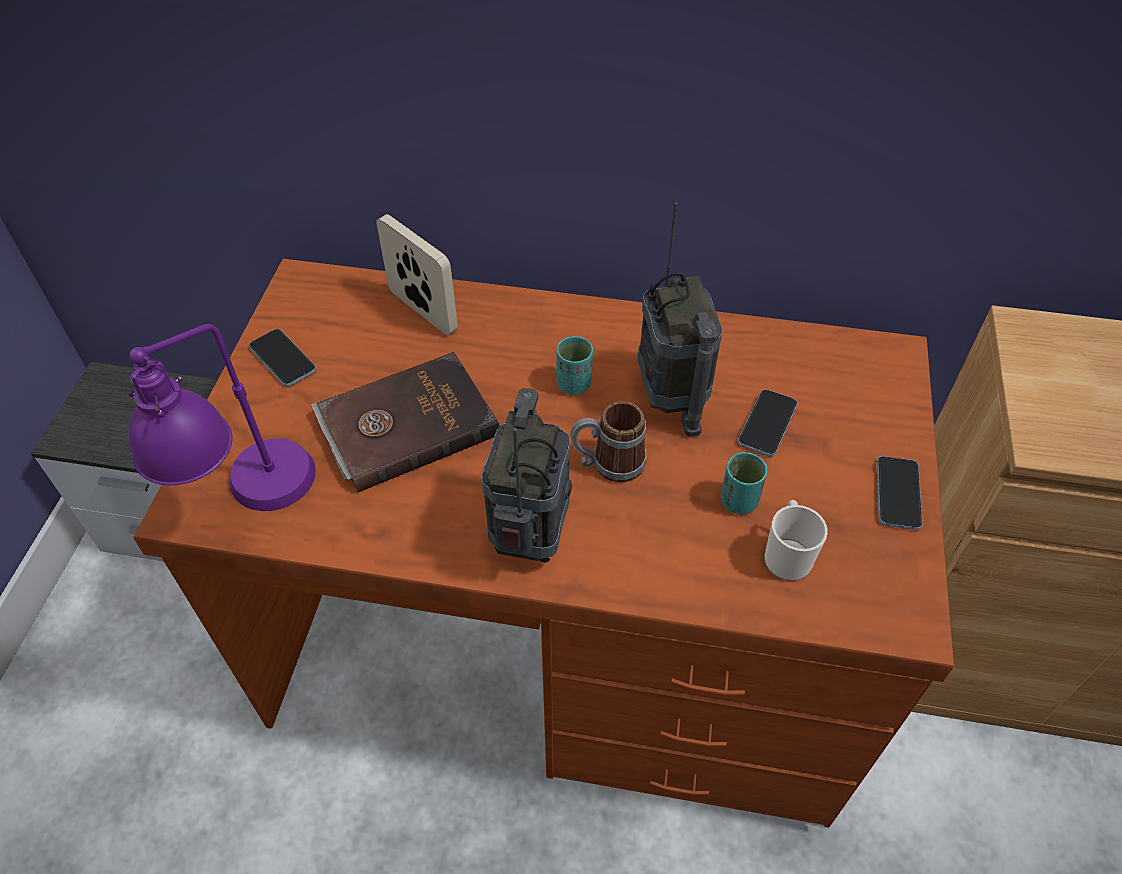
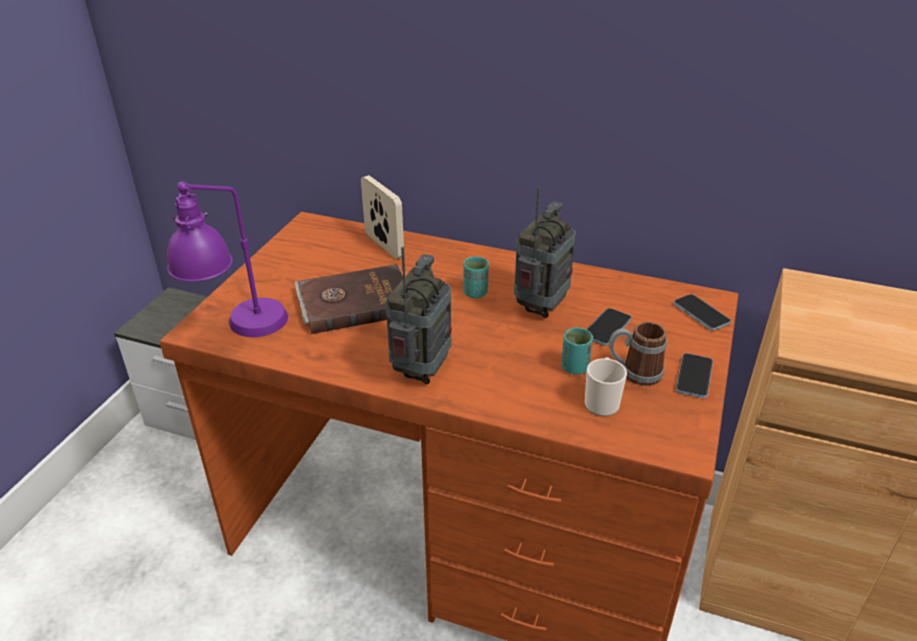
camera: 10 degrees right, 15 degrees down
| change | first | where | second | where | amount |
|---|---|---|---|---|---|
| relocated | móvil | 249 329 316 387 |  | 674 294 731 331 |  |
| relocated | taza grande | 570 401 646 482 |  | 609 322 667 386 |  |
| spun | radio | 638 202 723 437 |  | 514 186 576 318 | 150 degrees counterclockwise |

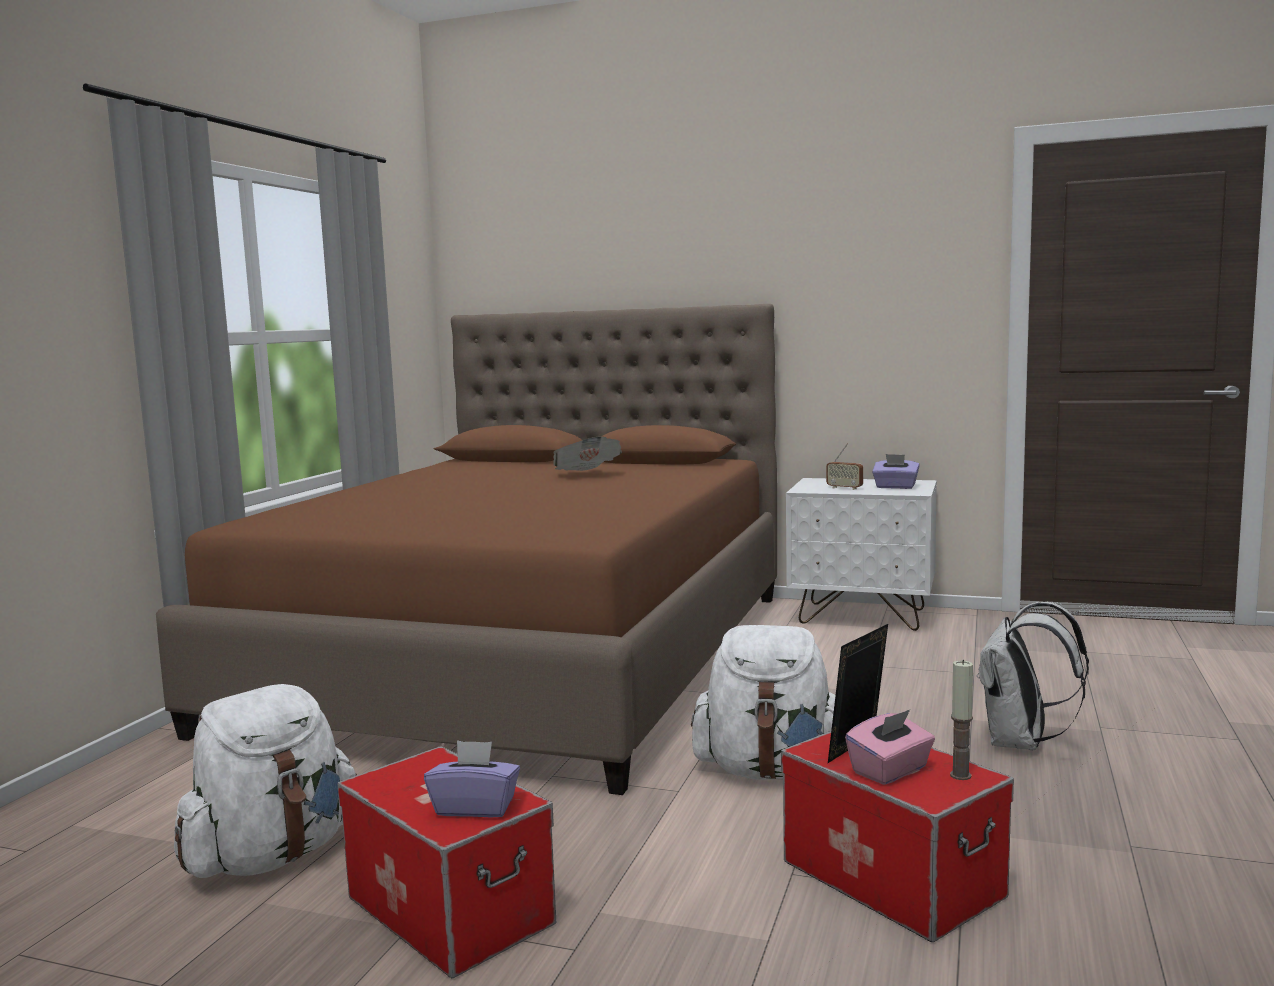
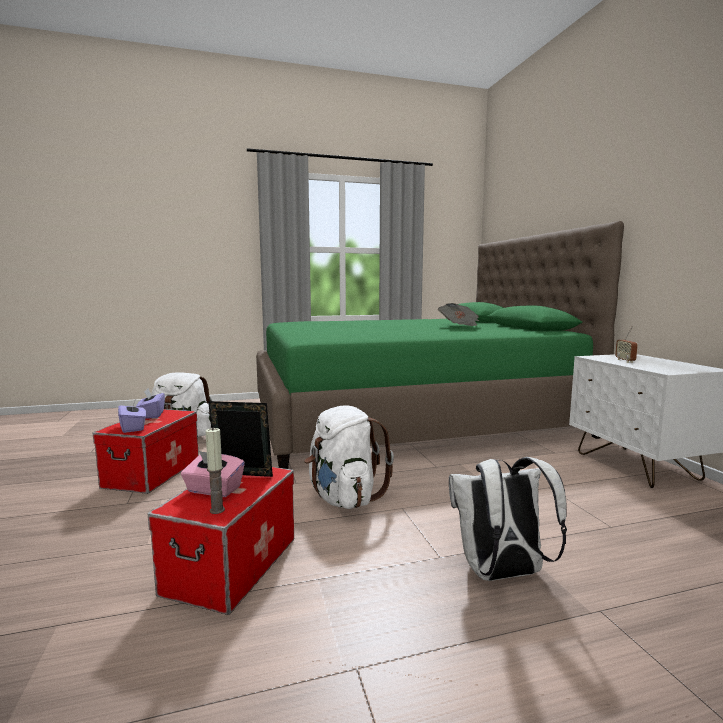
camera: 55 degrees right, 0 degrees up
| change | first | where | second | where | amount |
|---|---|---|---|---|---|
| relocated | caja de pañuelos [morado] | 872 454 920 489 |  | 136 388 165 419 |  |
| colour | cama [marrón] | 156 304 777 795 | cama [verde] | 256 221 624 469 |  |

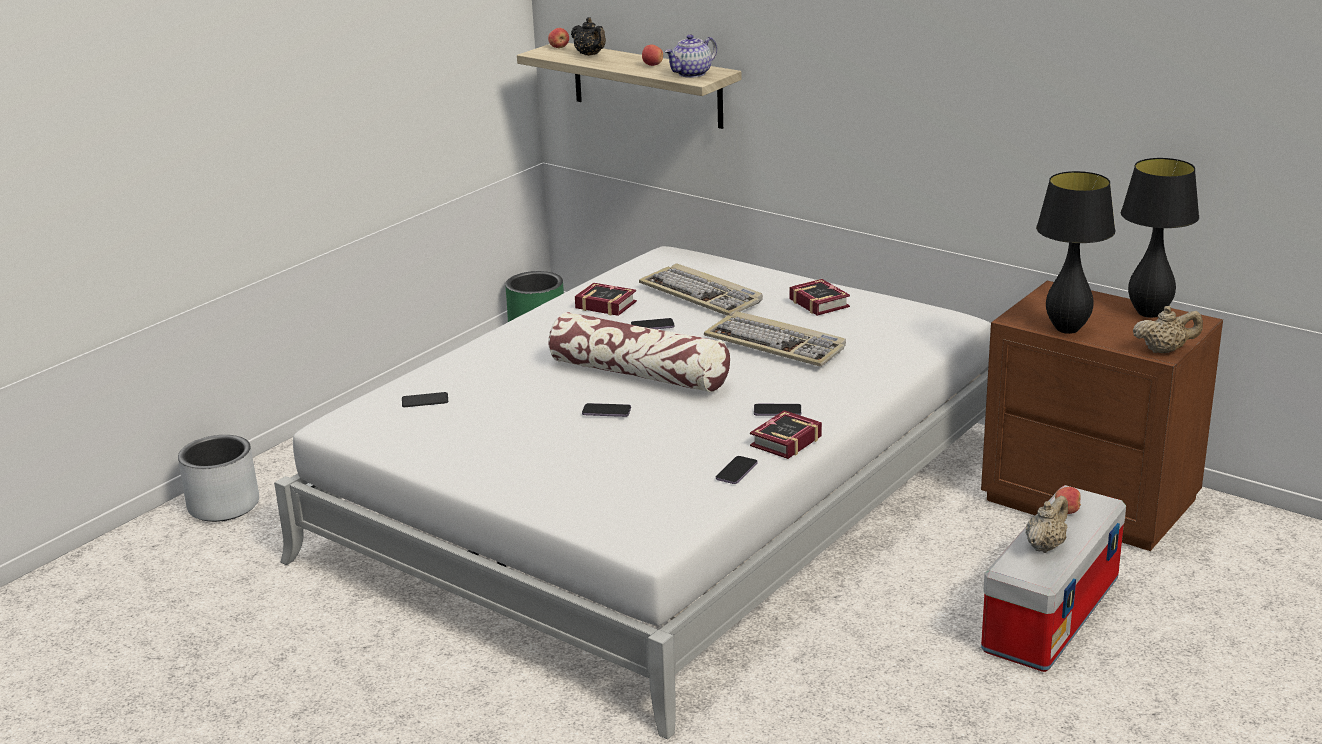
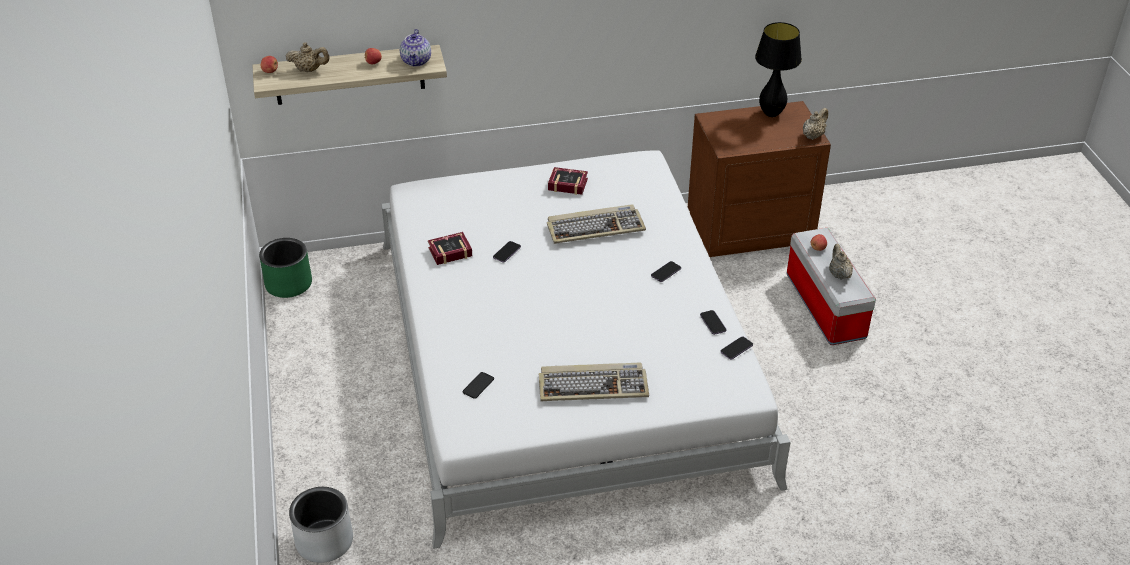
camera: 50 degrees left, 15 degrees up
| change | first | where | second | where | amount |
|---|---|---|---|---|---|
| missing | cojín | 548 312 730 393 |  |  |  |
| missing | libro | 750 410 822 459 |  |  |  |
| missing | lámpara de mesa [negro] | 1036 171 1115 334 |  |  |  |
| relocated | móvil | 582 403 631 417 |  | 720 336 753 360 |  |
| relocated | teclado | 639 263 763 316 |  | 539 363 649 401 |  |
| colour | tetera [negro] | 571 17 606 56 | tetera [beis] | 286 42 330 72 |  |

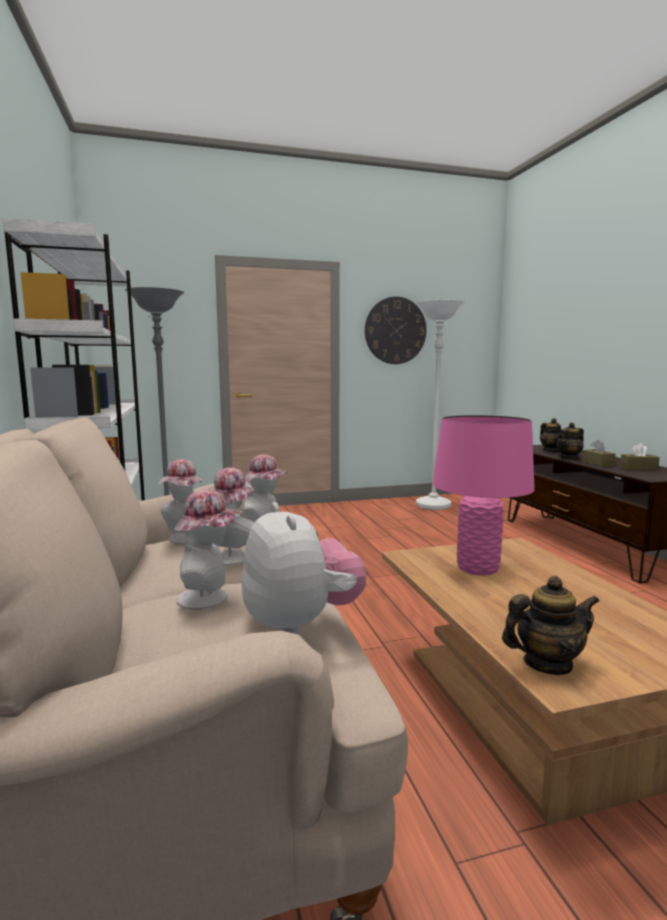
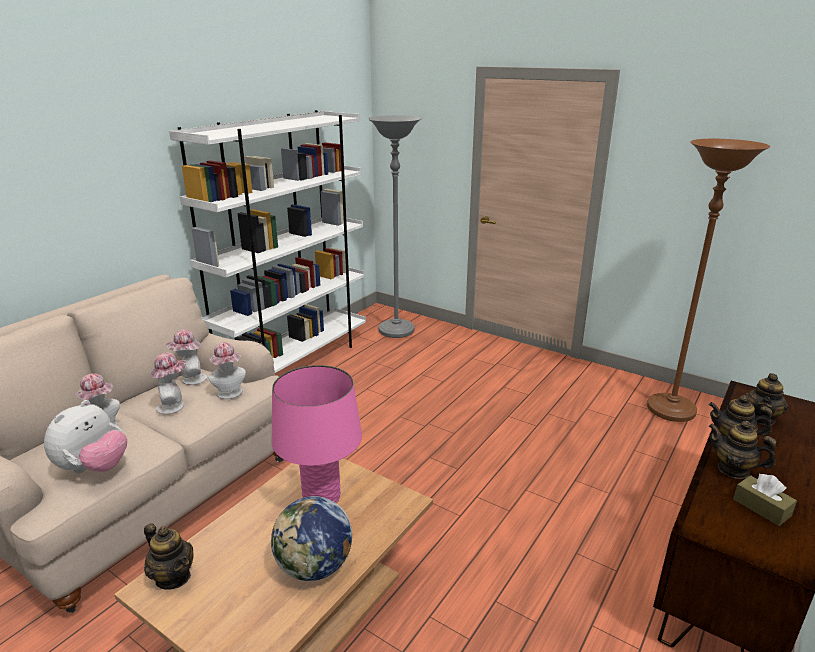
camera: 50 degrees right, 15 degrees up
| change | first | where | second | where | amount |
|---|---|---|---|---|---|
| missing | reloj de pared | 365 297 427 364 |  |  |  |
| appeared |  |  | globo terráqueo | 271 496 352 581 |  |
| exchanged | caja de pañuelos [marrón] | 582 440 616 467 | tetera | 709 421 776 479 |  |
| colour | lámpara de pie [blanco] | 416 300 465 510 | lámpara de pie [marrón] | 647 139 770 422 |  |

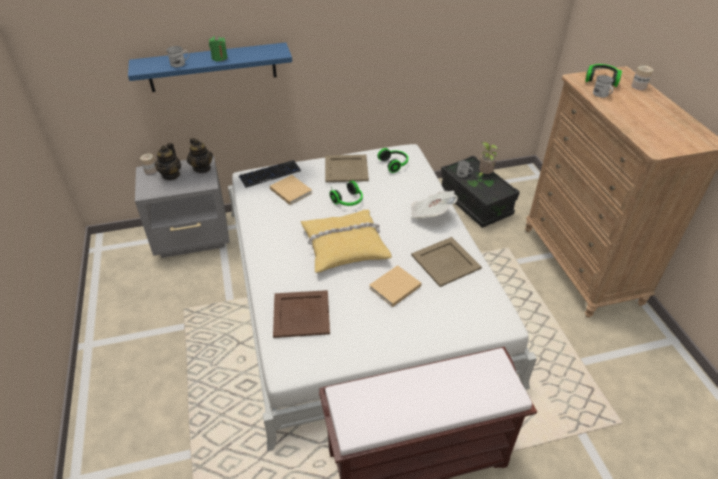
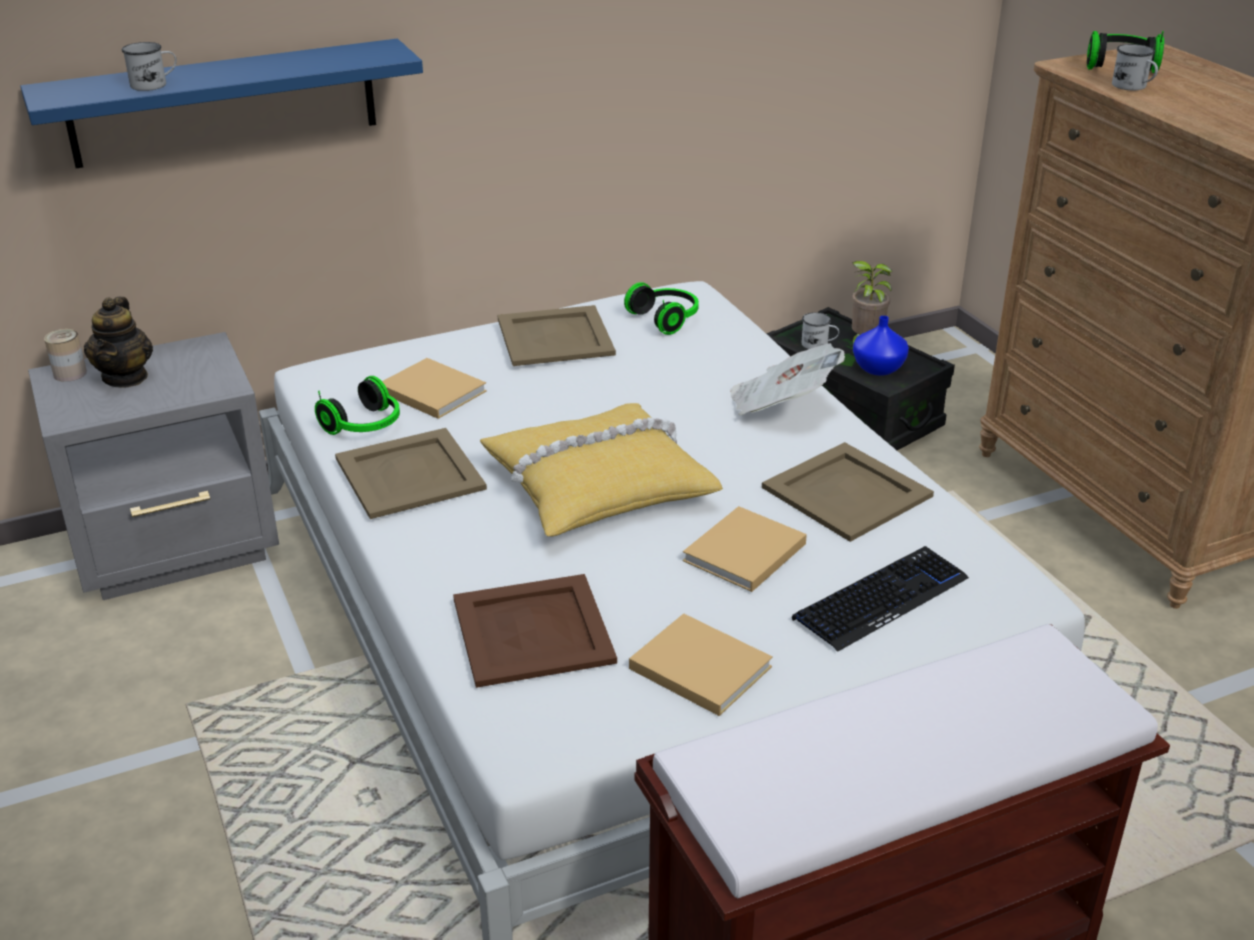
camera: 10 degrees left, 10 degrees down
| change | first | where | second | where | amount |
|---|---|---|---|---|---|
| missing | tetera | 187 138 213 173 |  |  |  |
| missing | vela [verde] | 209 36 228 61 |  |  |  |
| missing | lata | 631 65 653 90 |  |  |  |
| appeared |  |  | bandeja [beis] | 335 428 487 519 |  |
| appeared |  |  | libro [beis] | 629 613 773 716 |  |
| appeared |  |  | florero [azul] | 853 316 909 376 |  |
| relocated | teclado | 239 160 301 188 |  | 792 546 969 652 |  |
| relocated | auriculares | 329 180 363 206 |  | 315 376 400 435 |  |

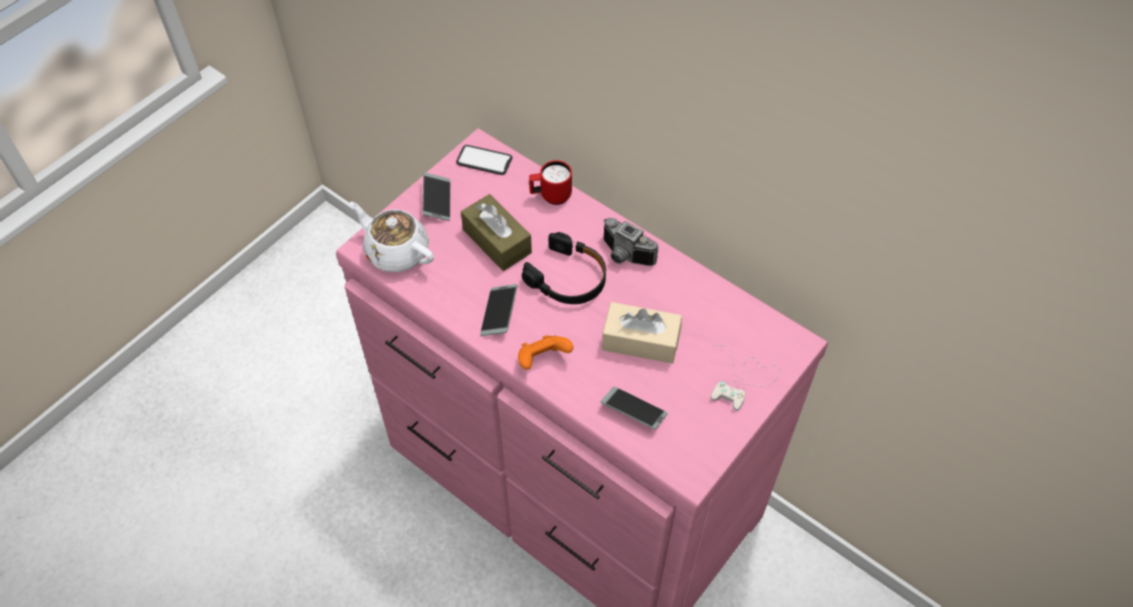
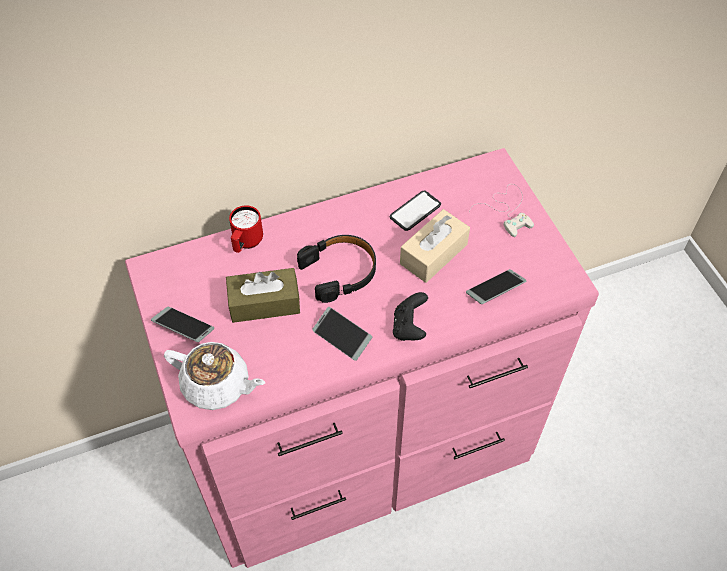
camera: 60 degrees left, 0 degrees up
| change | first | where | second | where | amount |
|---|---|---|---|---|---|
| missing | cámara | 603 218 659 266 |  |  |  |
| relocated | móvil | 456 145 512 175 |  | 390 191 441 231 |  |
| colour | mando de consola [naranja] | 518 335 573 370 | mando de consola [negro] | 393 292 428 341 |  |
| spun | tetera [blanco] | 350 202 434 272 |  | 164 342 265 410 | 135 degrees counterclockwise |

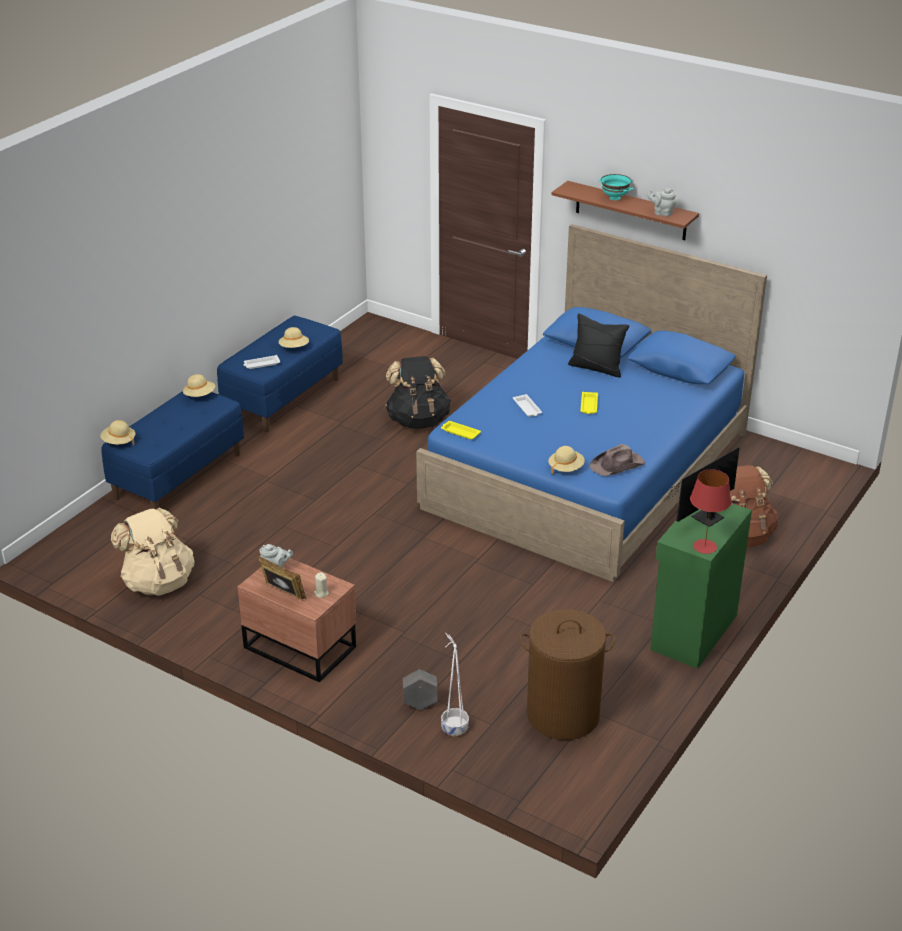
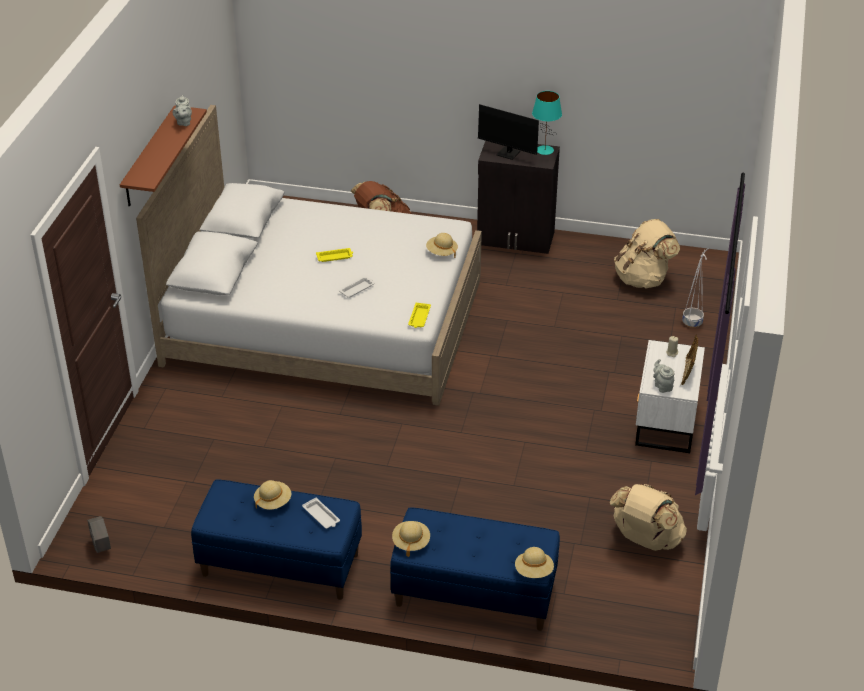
camera: 110 degrees left, 5 degrees up
| change | first | where | second | where | amount |
|---|---|---|---|---|---|
| missing | mochila [negro] | 385 356 451 429 |  |  |  |
| missing | cojín [negro] | 568 313 629 377 |  |  |  |
| missing | sombrero [marrón] | 589 444 645 476 |  |  |  |
| missing | cuenco [turquesa] | 599 174 633 200 |  |  |  |
| relocated | maceta [gris] | 403 669 438 710 |  | 87 516 111 553 |  |
| exchanged | cesto de la ropa [marrón] | 520 609 615 740 | mochila [beis] | 614 219 680 288 |  |
| colour | mesita de noche [marrón] | 237 558 357 682 | mesita de noche [blanco] | 635 340 705 453 |  |
| colour | cama [azul] | 416 224 767 582 | cama [blanco] | 136 105 482 406 |  |
| colour | armario [verde] | 650 503 752 669 | armario [negro] | 477 141 560 254 |  |
| colour | lámpara de mesa [rojo] | 690 469 731 554 | lámpara de mesa [turquesa] | 532 91 562 155 |  |

